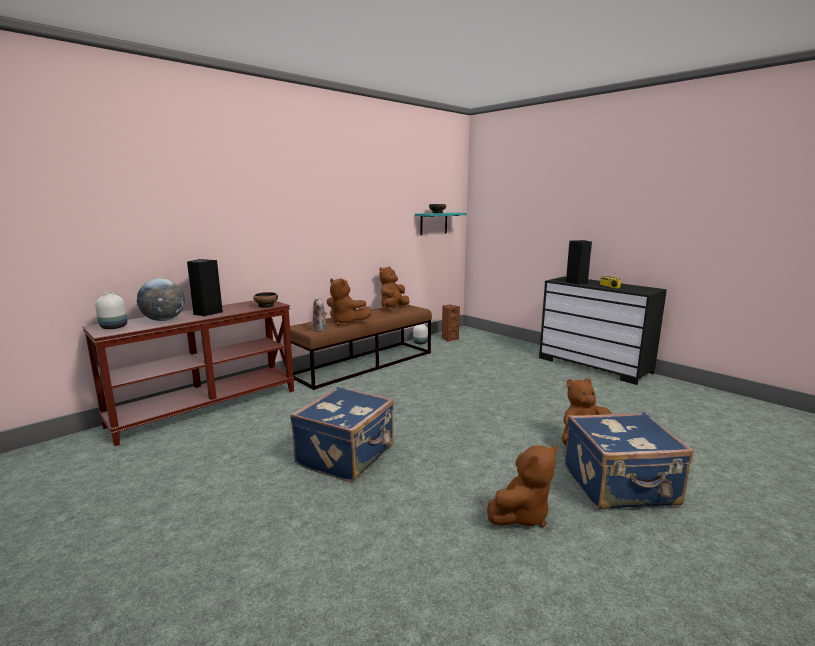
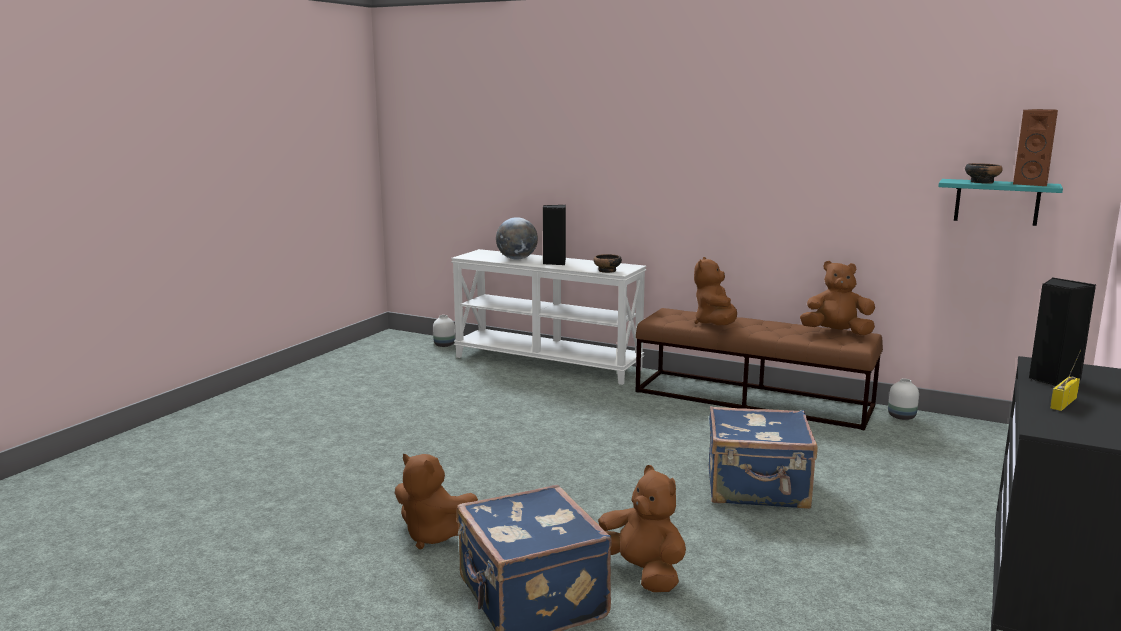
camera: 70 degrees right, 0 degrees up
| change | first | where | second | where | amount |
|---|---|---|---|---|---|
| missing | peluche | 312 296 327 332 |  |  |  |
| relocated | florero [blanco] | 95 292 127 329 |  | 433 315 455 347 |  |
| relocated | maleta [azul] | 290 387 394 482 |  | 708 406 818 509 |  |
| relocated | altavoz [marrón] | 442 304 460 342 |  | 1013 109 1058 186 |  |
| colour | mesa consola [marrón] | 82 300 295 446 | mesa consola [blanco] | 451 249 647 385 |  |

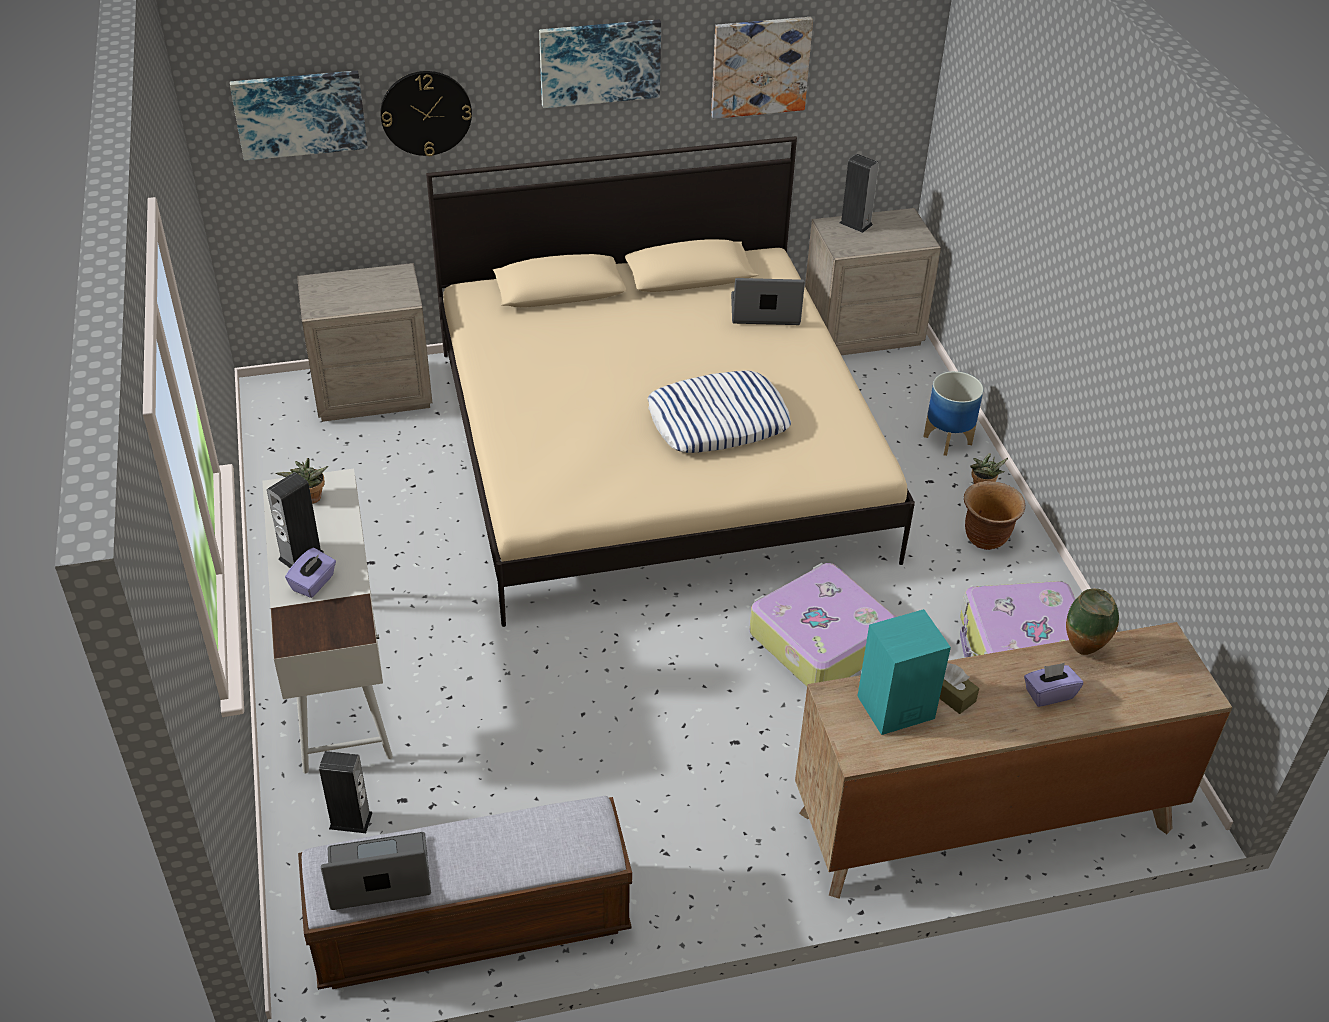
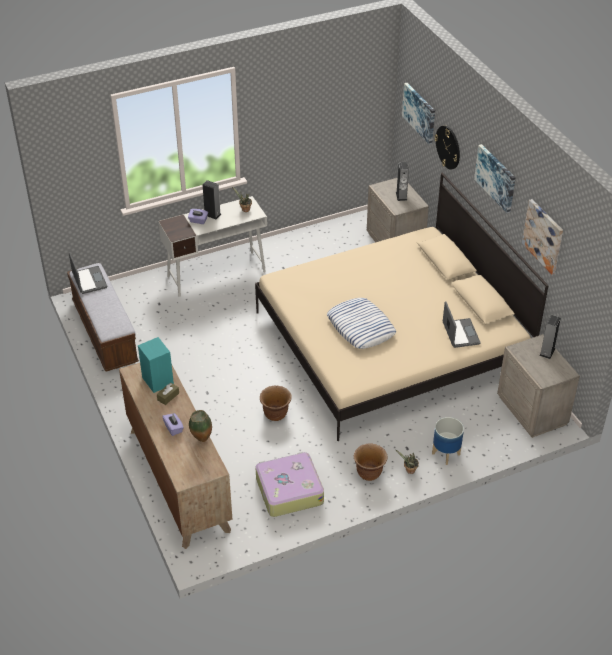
camera: 80 degrees right, 0 degrees up
| change | first | where | second | where | amount |
|---|---|---|---|---|---|
| relocated | altavoz | 319 751 373 833 |  | 396 162 409 201 |  |
| exchanged | maleta | 750 563 896 687 | maceta [marrón] | 260 386 292 421 |  |

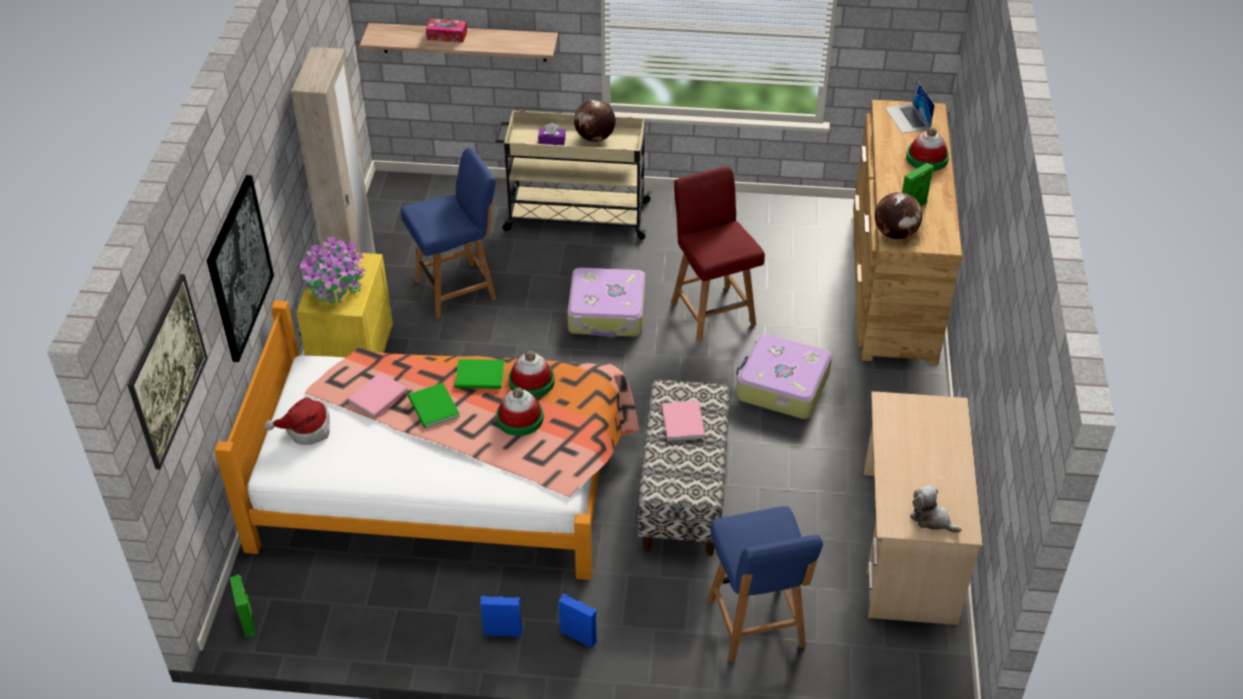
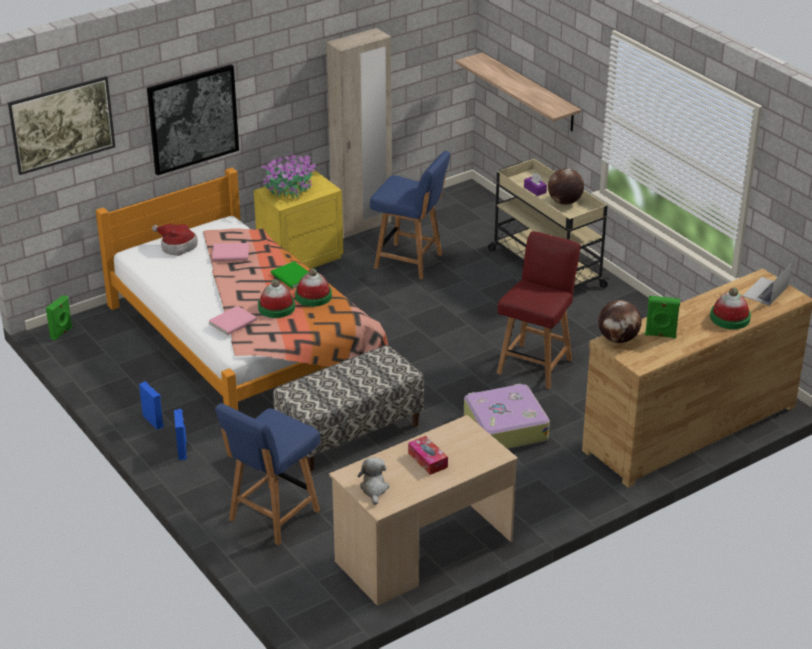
camera: 50 degrees right, 10 degrees down
| change | first | where | second | where | amount |
|---|---|---|---|---|---|
| missing | libro [verde] | 408 383 460 428 |  |  |  |
| missing | maleta | 567 268 645 337 |  |  |  |
| relocated | caja de pañuelos | 426 19 467 43 |  | 408 436 448 475 |  |
| relocated | libro [rosa] | 662 401 705 441 |  | 208 306 257 335 |  |

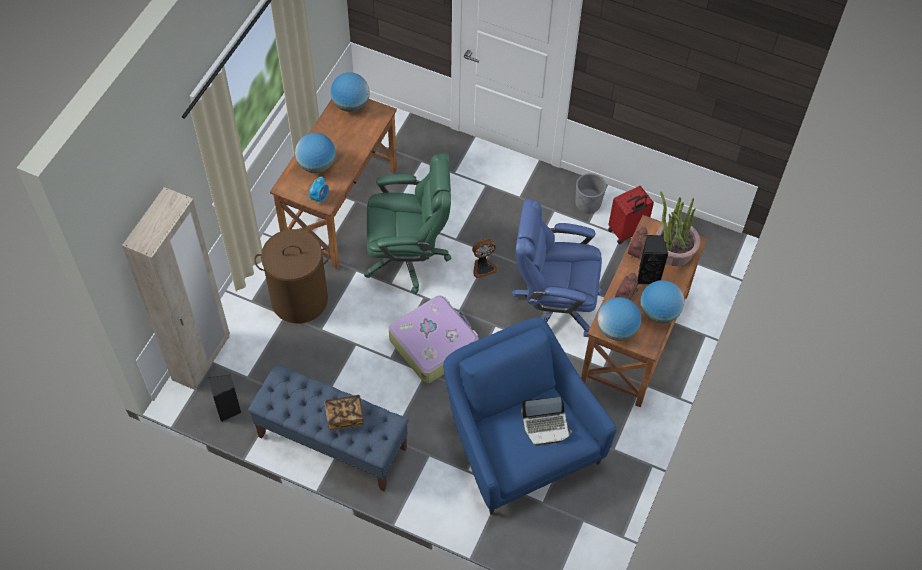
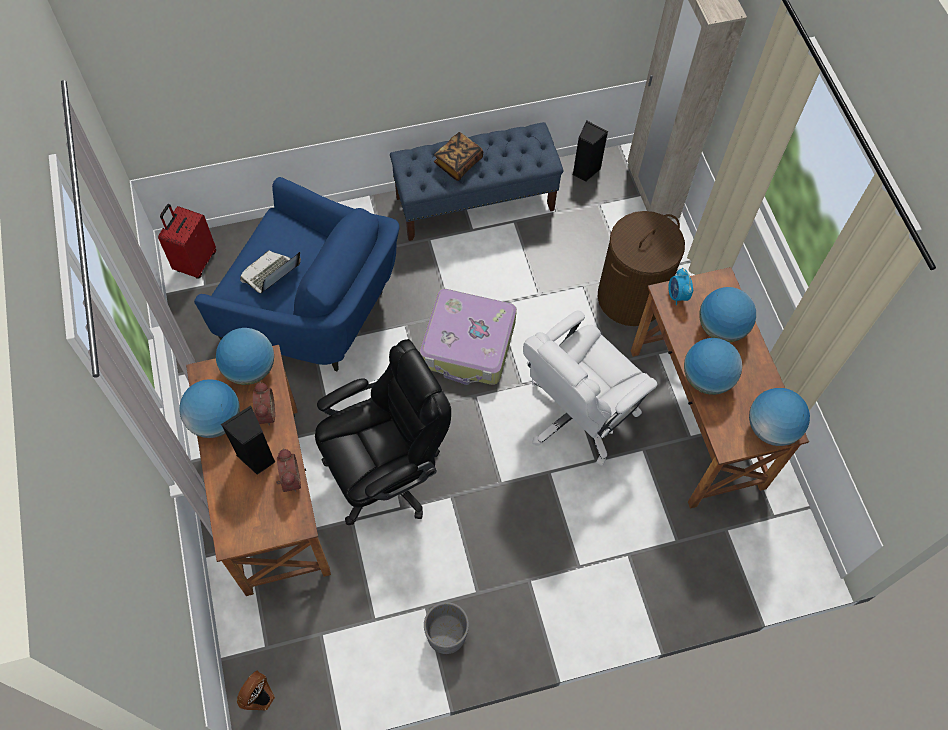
camera: 140 degrees right, 5 degrees up
| change | first | where | second | where | amount |
|---|---|---|---|---|---|
| missing | planta en maceta | 656 192 700 266 |  |  |  |
| appeared |  |  | globo terráqueo | 684 338 742 395 |  |
| relocated | ventilador | 472 239 498 279 |  | 237 671 275 711 |  |
| relocated | maleta [rojo] | 608 186 654 244 |  | 158 204 216 279 |  |
| colour | silla de oficina [verde] | 364 153 452 294 | silla de oficina [blanco] | 523 311 657 466 |  |
| colour | silla de oficina [azul] | 512 199 602 337 | silla de oficina [negro] | 315 339 451 525 |  |

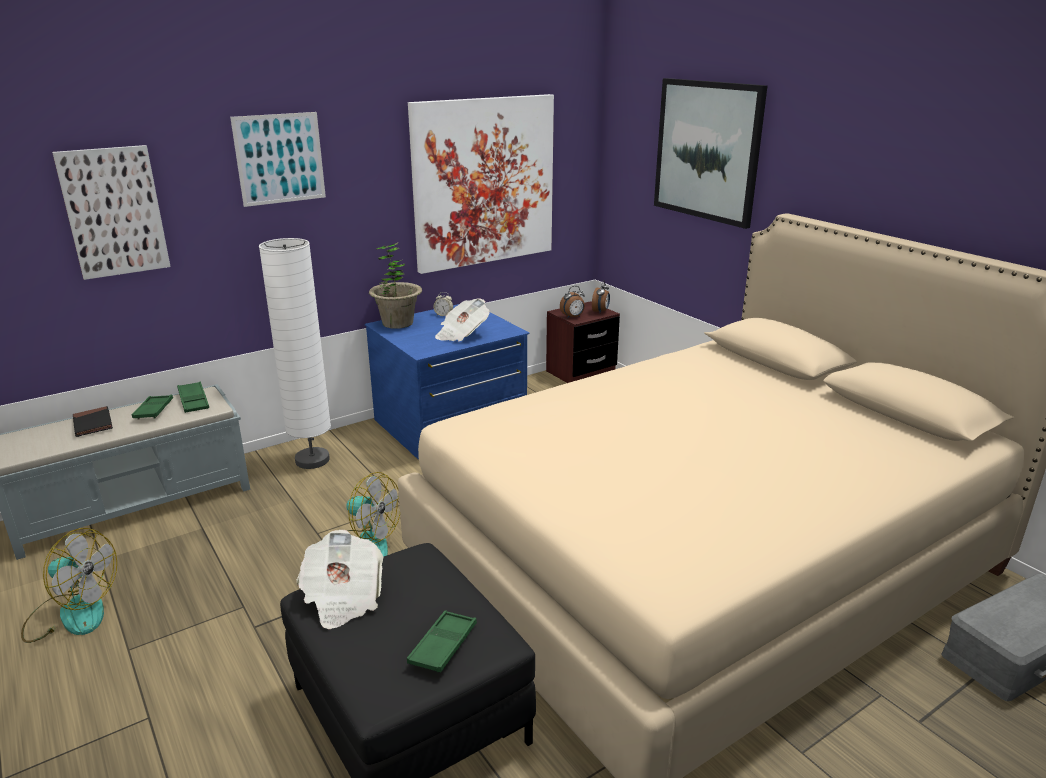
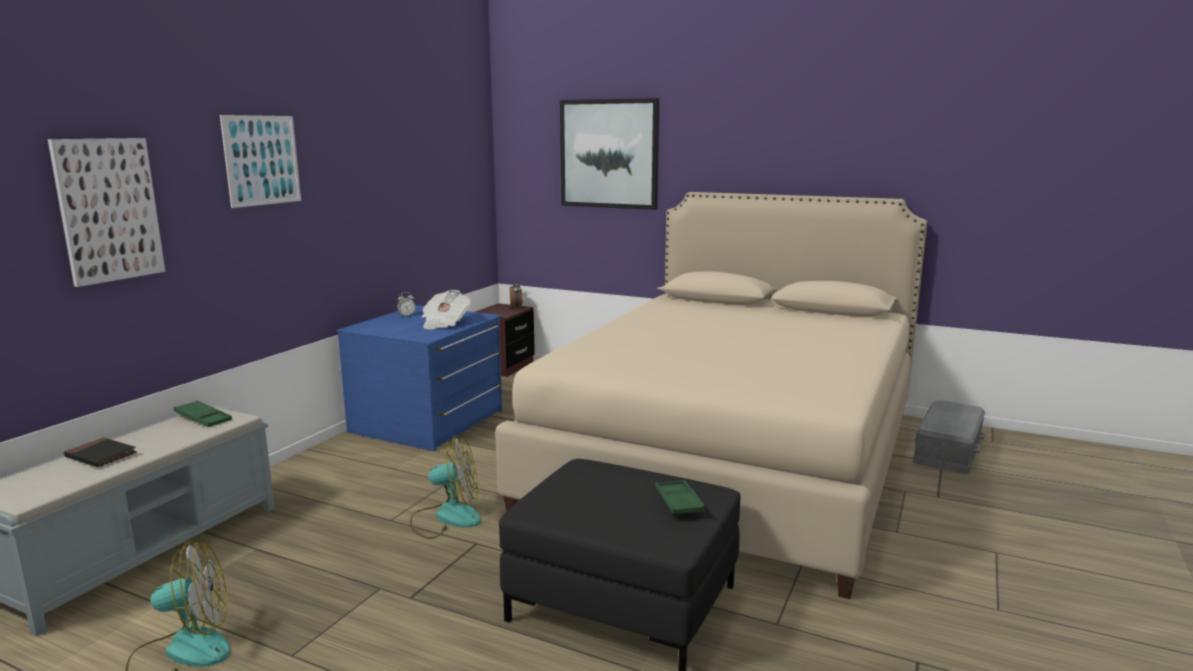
camera: 30 degrees left, 10 degrees down
| change | first | where | second | where | amount |
|---|---|---|---|---|---|
| missing | bandeja [verde] | 132 395 173 420 |  |  |  |
| missing | lámpara de pie [blanco] | 259 238 331 469 |  |  |  |
| missing | periódico | 297 530 383 629 |  |  |  |
| missing | planta en maceta | 369 243 422 329 |  |  |  |
| missing | cuadro | 408 94 554 274 |  |  |  |
| missing | despertador | 560 286 585 318 |  |  |  |

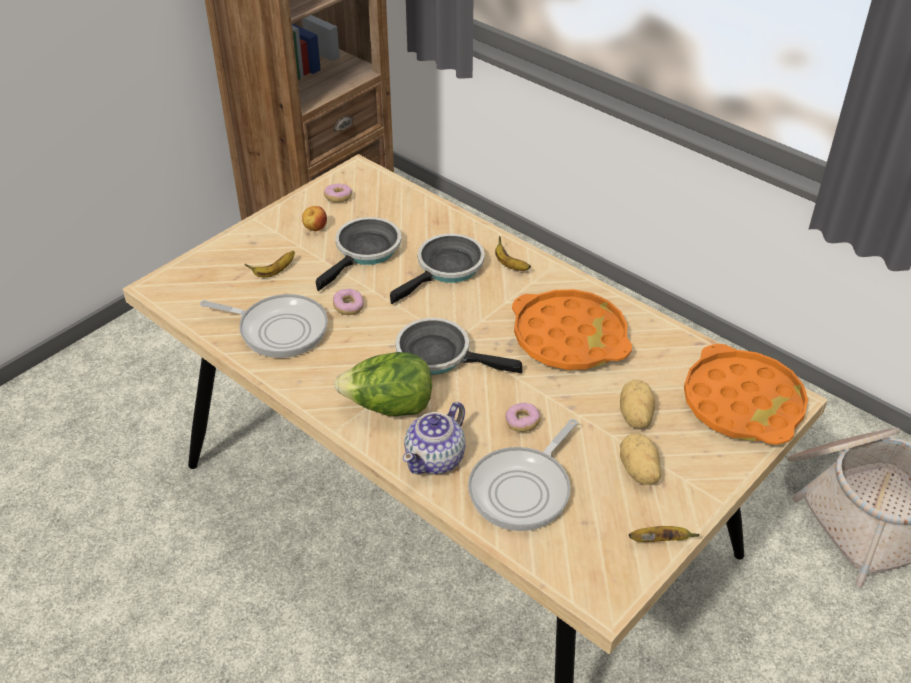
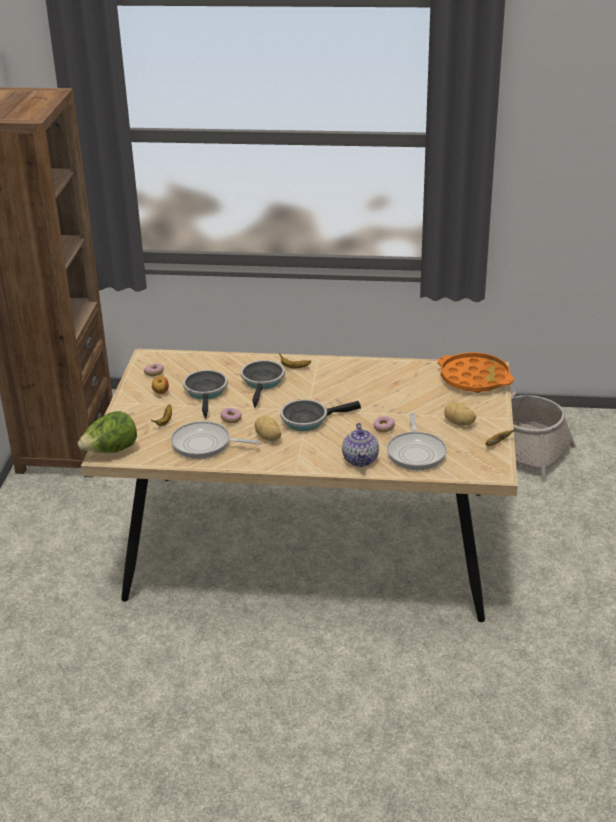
camera: 35 degrees left, 10 degrees down
| change | first | where | second | where | amount |
|---|---|---|---|---|---|
| missing | bandeja [naranja] | 512 289 632 370 |  |  |  |
| relocated | lechuga | 334 352 432 416 |  | 78 411 137 453 |  |
| relocated | patata | 620 380 655 428 |  | 255 415 281 441 |  |
| spun | sartén | 200 294 328 358 |  | 171 421 260 459 | 150 degrees counterclockwise |

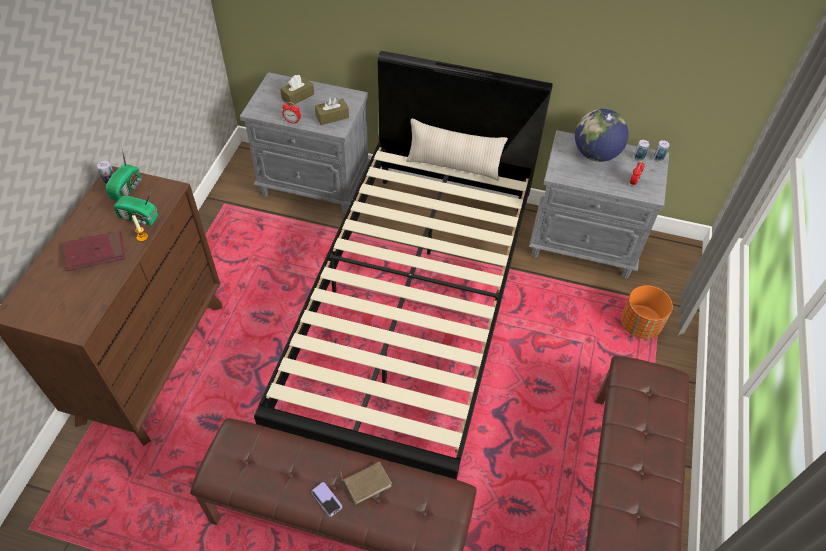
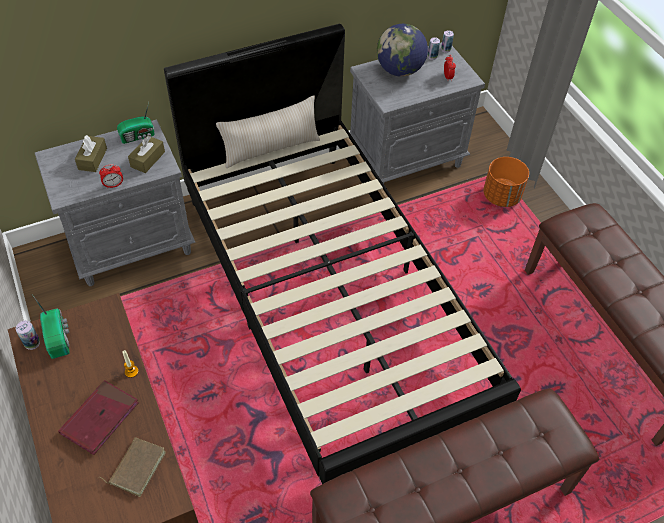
camera: 40 degrees left, 0 degrees up
| change | first | where | second | where | amount |
|---|---|---|---|---|---|
| missing | móvil | 311 482 342 517 |  |  |  |
| relocated | radio | 114 191 158 226 |  | 117 102 155 144 |  |
| relocated | libro [marrón] | 340 462 392 504 |  | 99 437 166 497 |  |

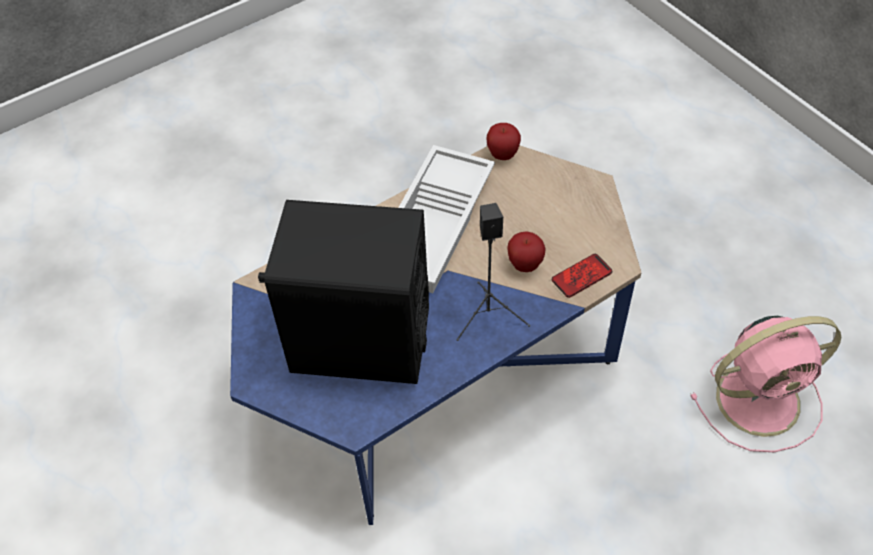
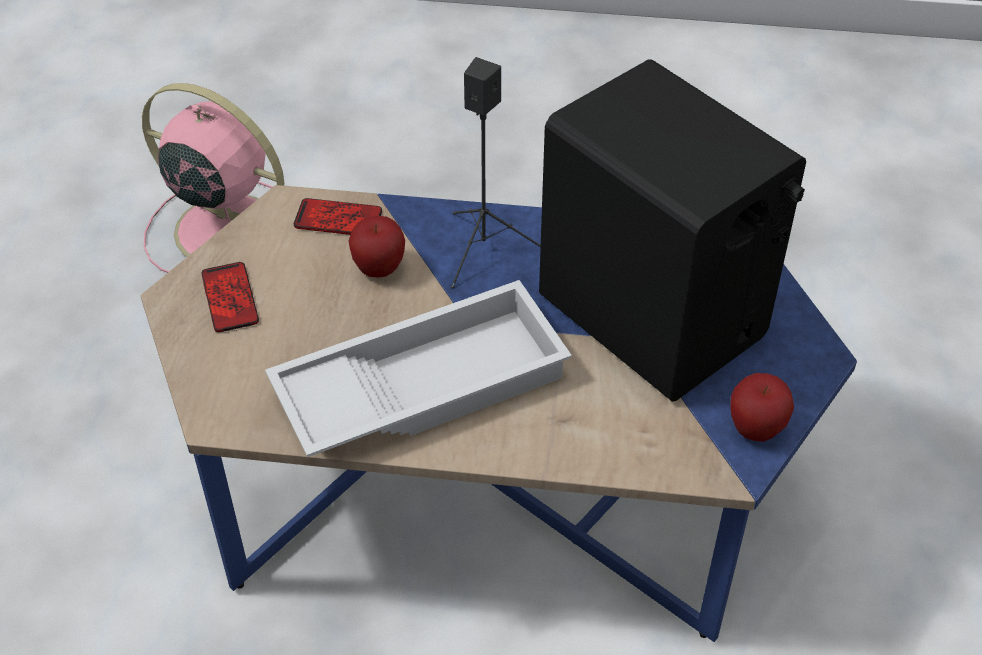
camera: 140 degrees left, 5 degrees down
| change | first | where | second | where | amount |
|---|---|---|---|---|---|
| appeared |  |  | móvil | 201 262 259 332 |  |
| relocated | manzana | 486 123 521 160 |  | 730 373 794 441 |  |

